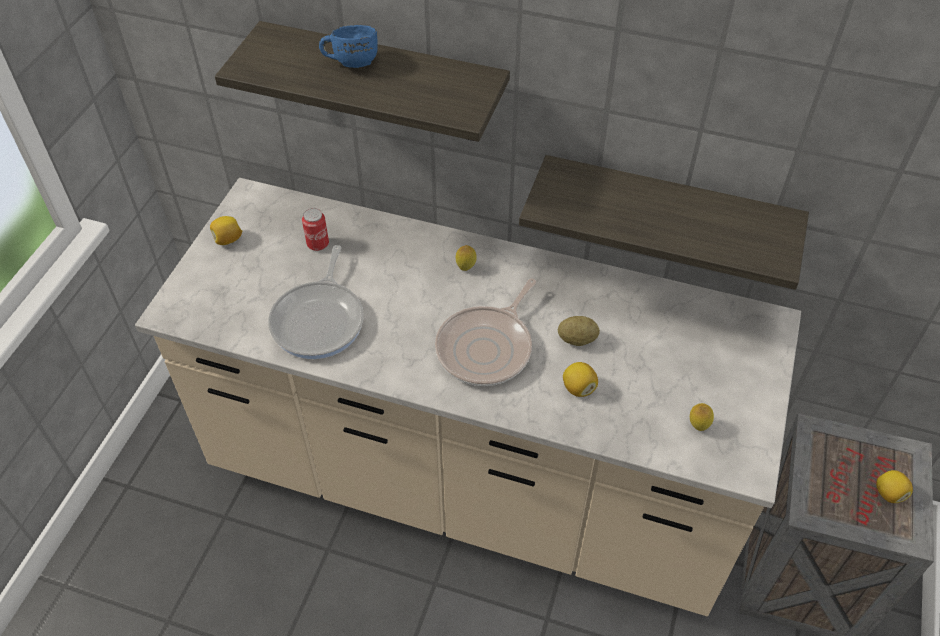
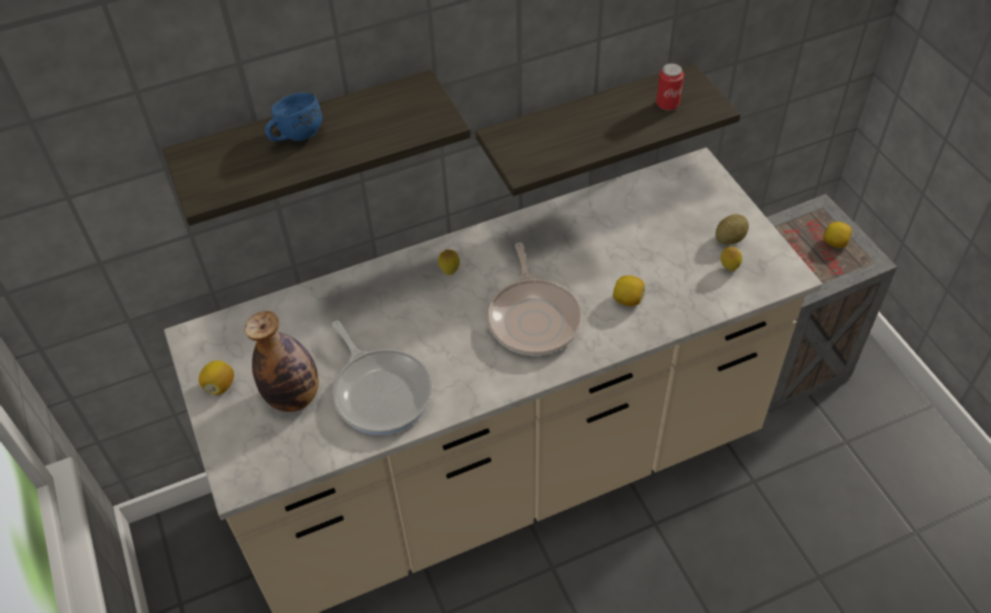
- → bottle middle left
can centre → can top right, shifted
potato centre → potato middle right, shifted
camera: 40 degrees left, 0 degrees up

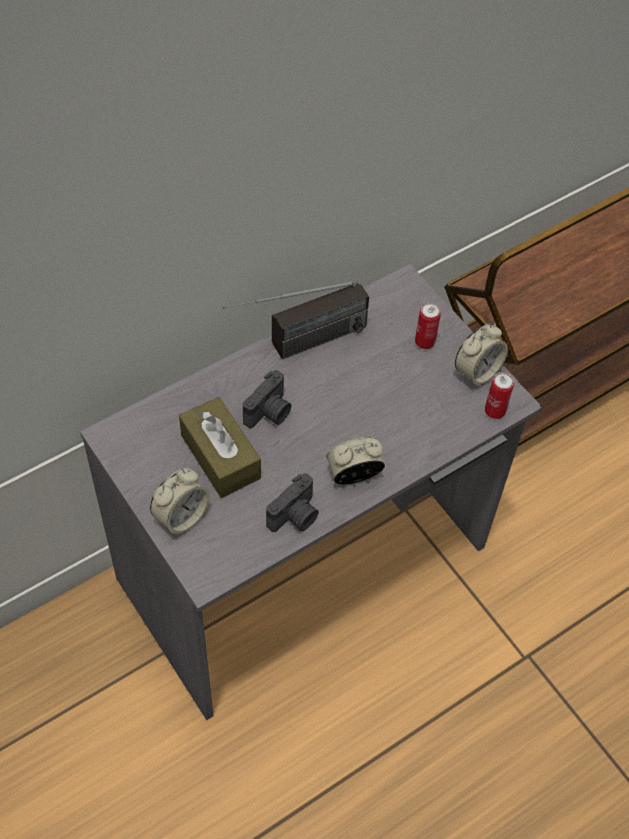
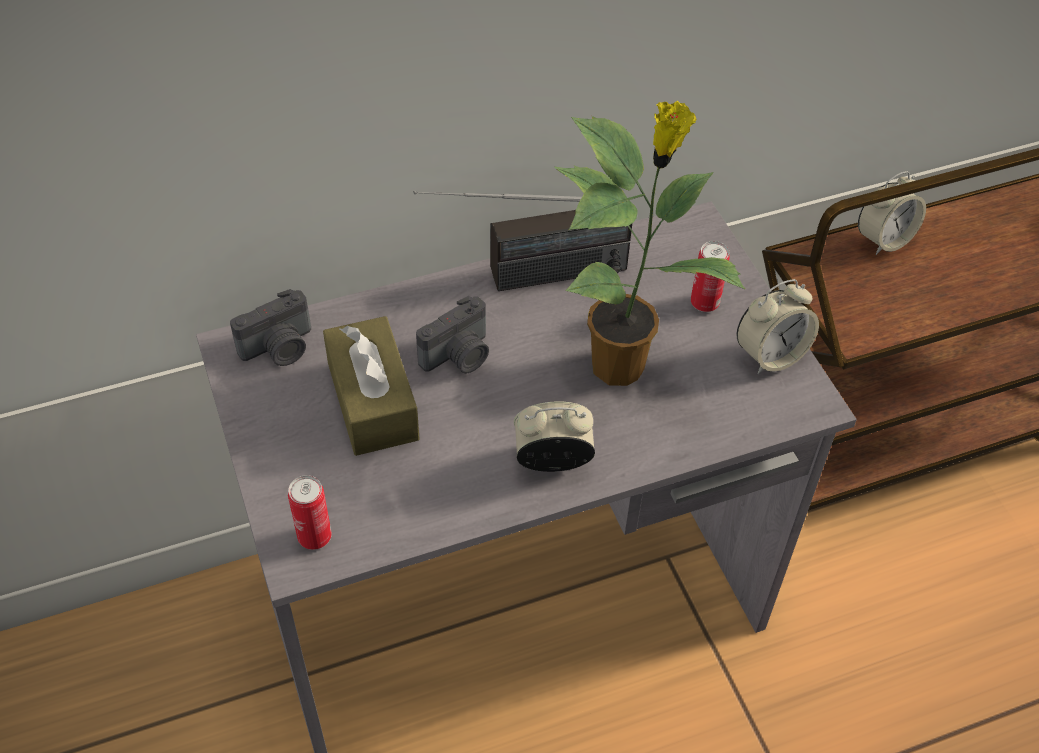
photo camera (no. 2 from left in the first image) centre → photo camera (no. 1 from left) middle left, shifted
can (no. 2 from left in the first image) middle right → can (no. 1 from left) bottom left, shifted
- → potted plant top centre
alarm clock (no. 1 from left in the first image) middle left → alarm clock (no. 3 from left) top right, shifted
camera: 15 degrees right, 5 degrees down

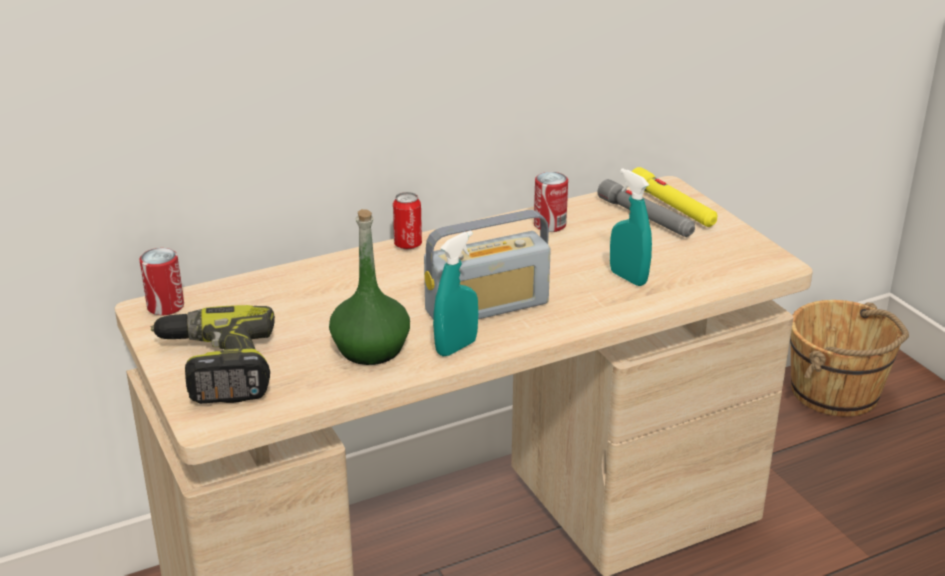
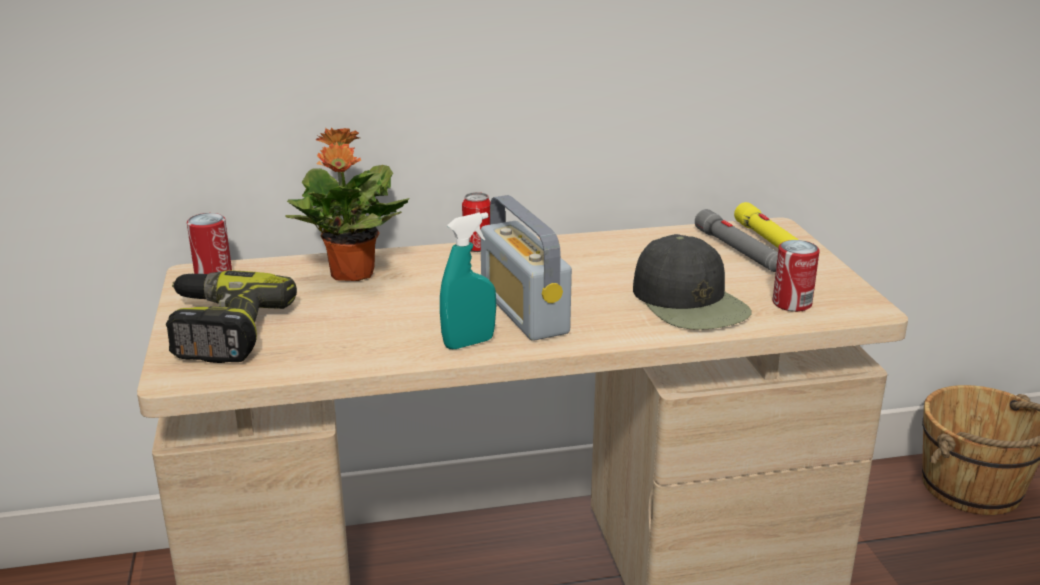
- → potted plant centre
radio centre, 75 degrees clockwise
spray bottle (turquoise) (no. 2 from left) middle right → cap (black) centre
can (no. 3 from left) centre → can (no. 3 from left) middle right, shifted
bottle (green) centre → -
camera: 15 degrees right, 5 degrees down

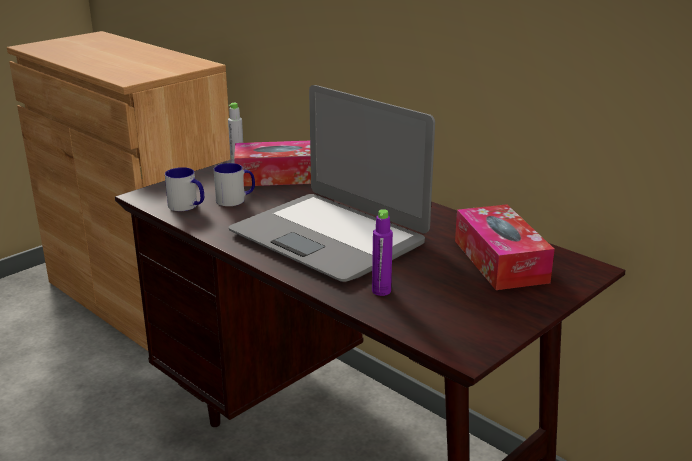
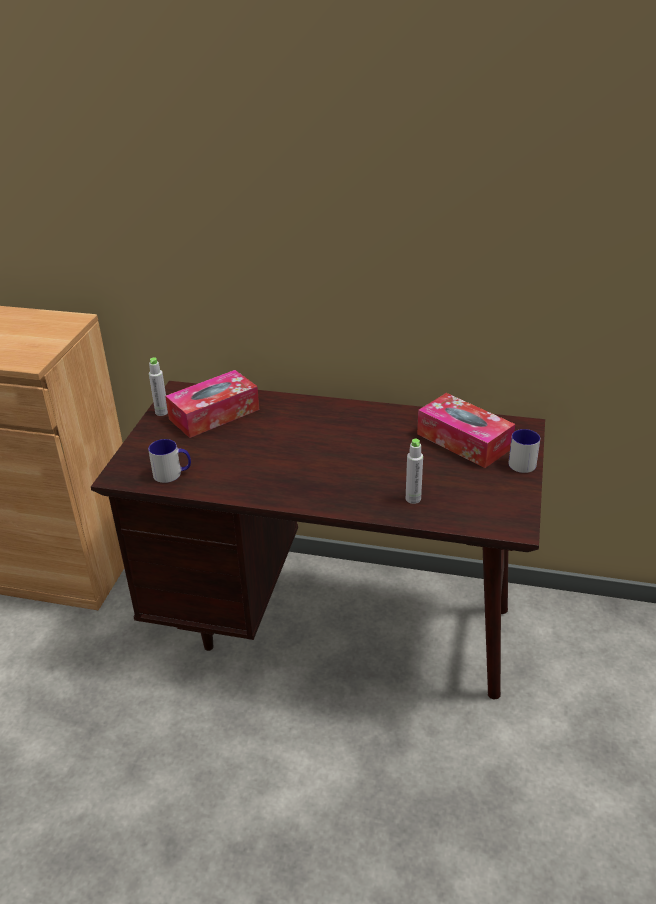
bottle (purple) centre → bottle (grey) (no. 2 from left) centre
mug (no. 2 from left) centre → mug (no. 2 from left) middle right, shifted
laptop centre → -
camera: 30 degrees left, 10 degrees up

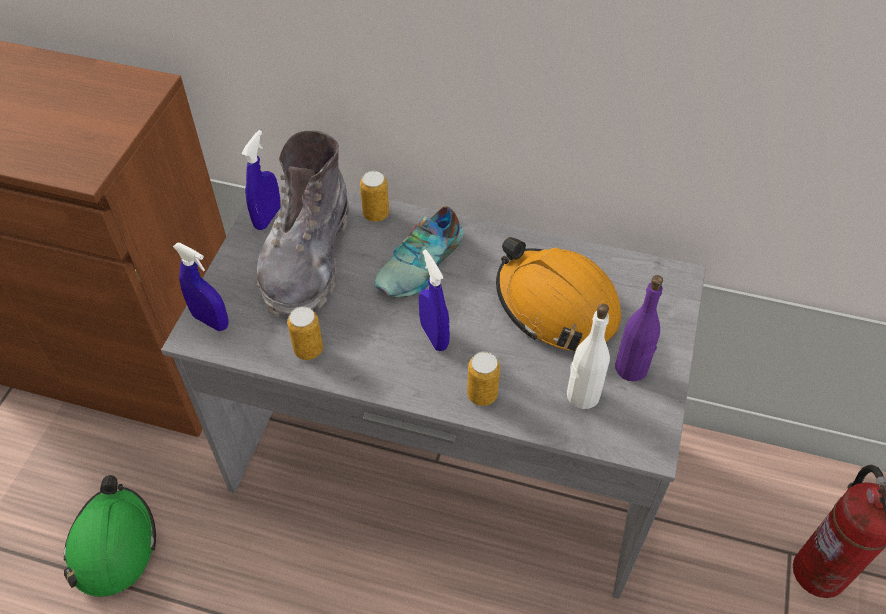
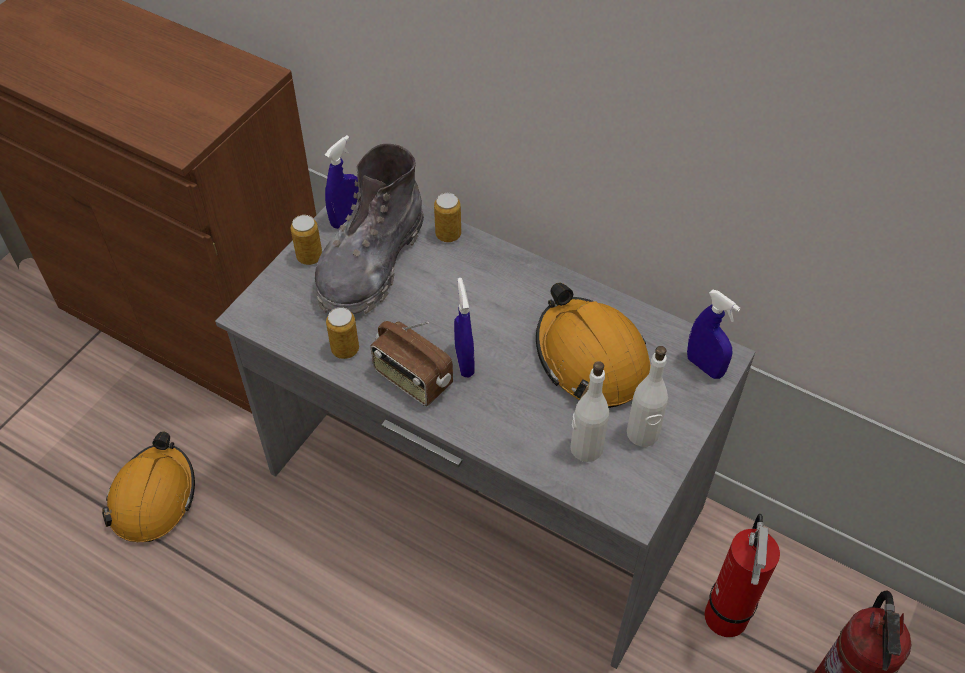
hard hat (green) bottom left → hard hat (orange) (no. 1 from left) bottom left
can (no. 3 from left in the first image) centre → can (no. 1 from left) middle left, shifted
- → radio centre
bottle (purple) middle right → bottle (white) (no. 2 from left) middle right
spray bottle (blue) (no. 1 from left in the first image) middle left → spray bottle (blue) (no. 3 from left) middle right, shifted
- → fire extinguisher (no. 1 from left) bottom right
shoe centre → -
camera: 15 degrees right, 0 degrees up

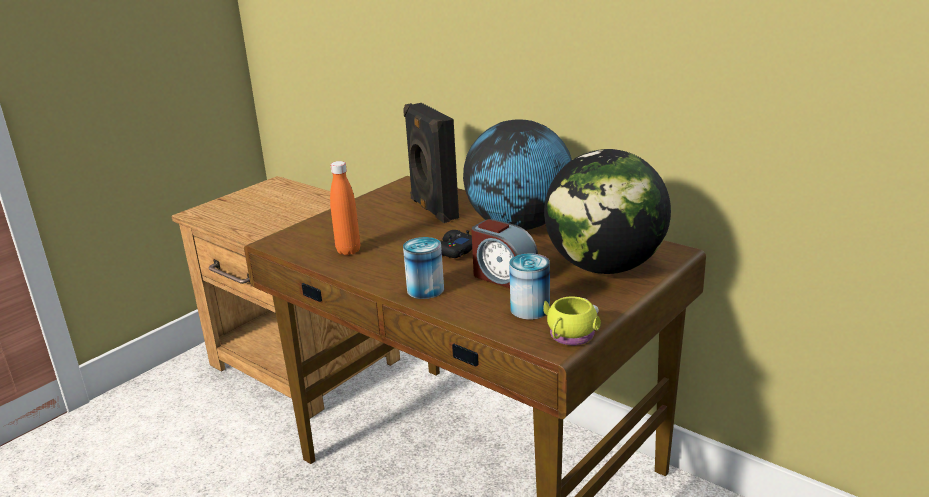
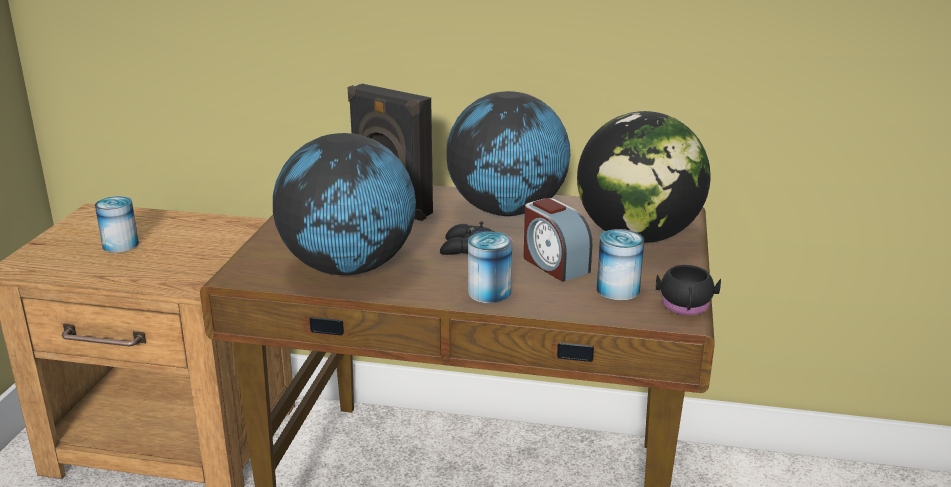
- → can (no. 1 from left) middle left
bottle (orange) centre → globe (no. 1 from left) centre
alarm clock centre, 45 degrees clockwise
mug (yellow) centre → mug (black) middle right
camera: 30 degrees left, 0 degrees up

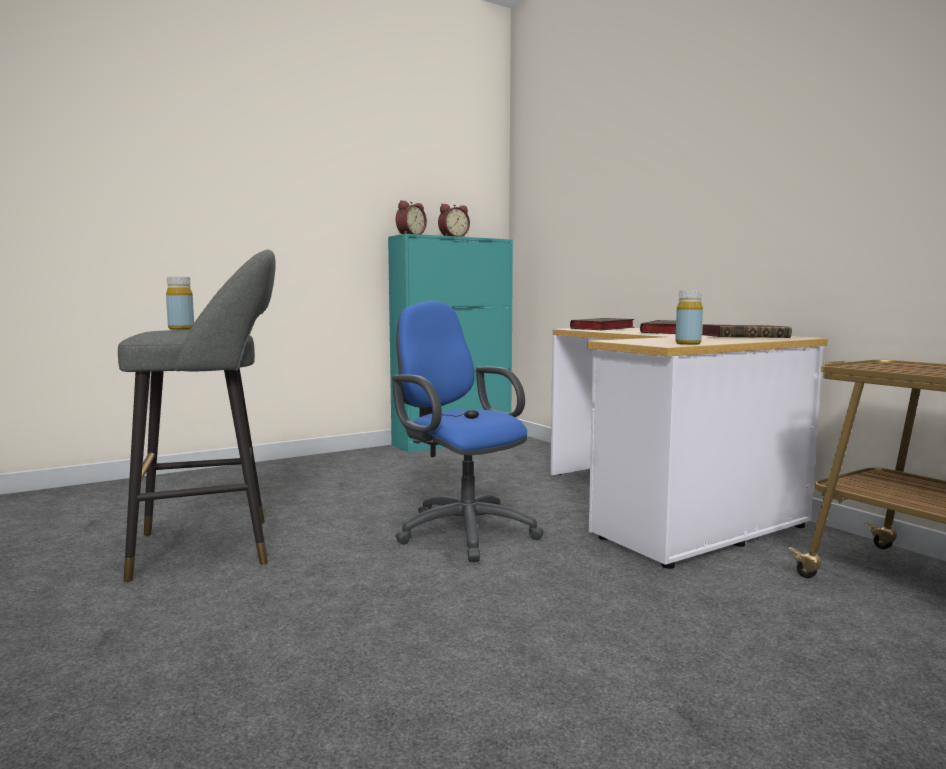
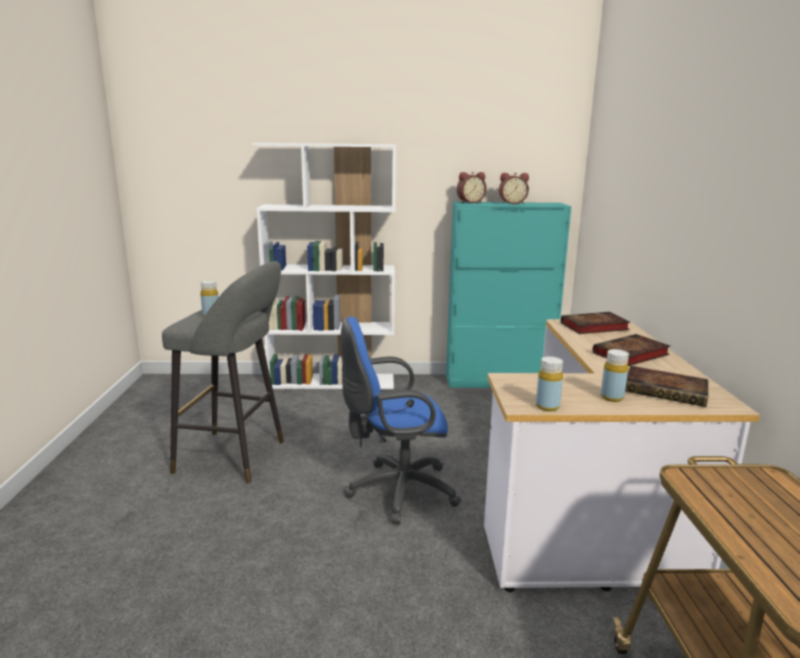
- → bookcase (white) centre
office chair (blue) centre, 90 degrees counterclockwise
- → bottle (yellow) (no. 3 from left) middle right
camera: 30 degrees right, 10 degrees up

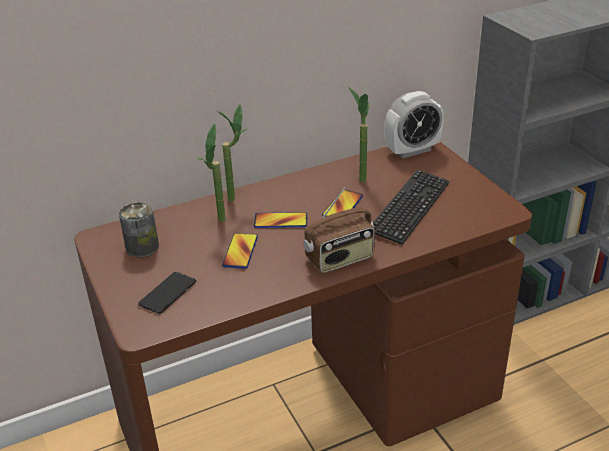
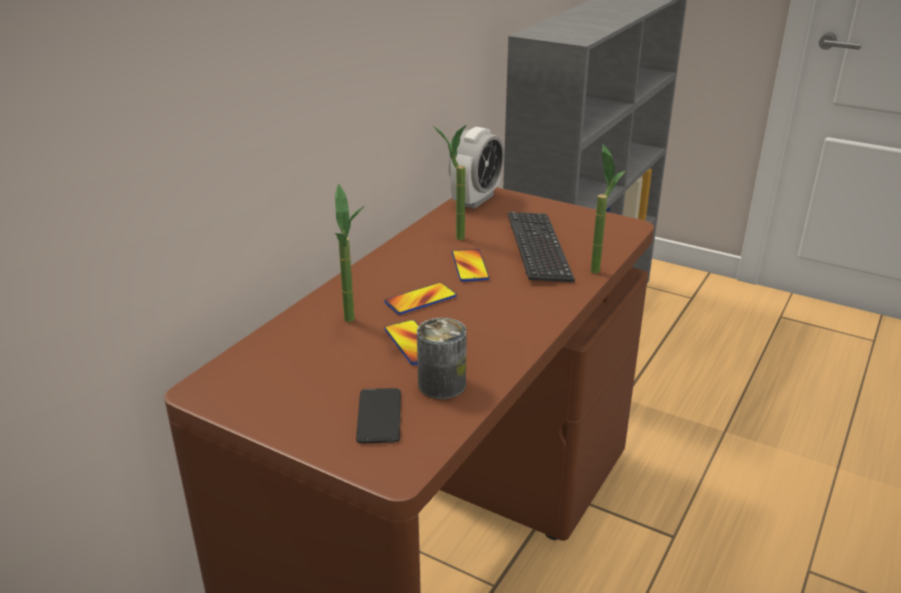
can middle left → can centre, shifted
potted plant (no. 2 from left in the first image) centre → potted plant (no. 3 from left) middle right, shifted
radio centre → -
camera: 35 degrees left, 5 degrees down

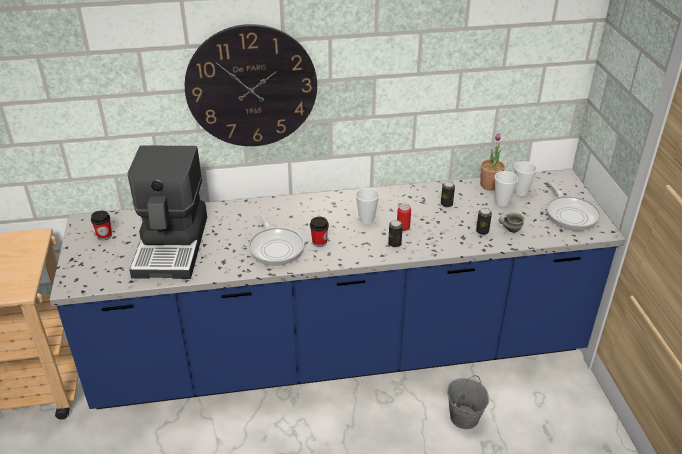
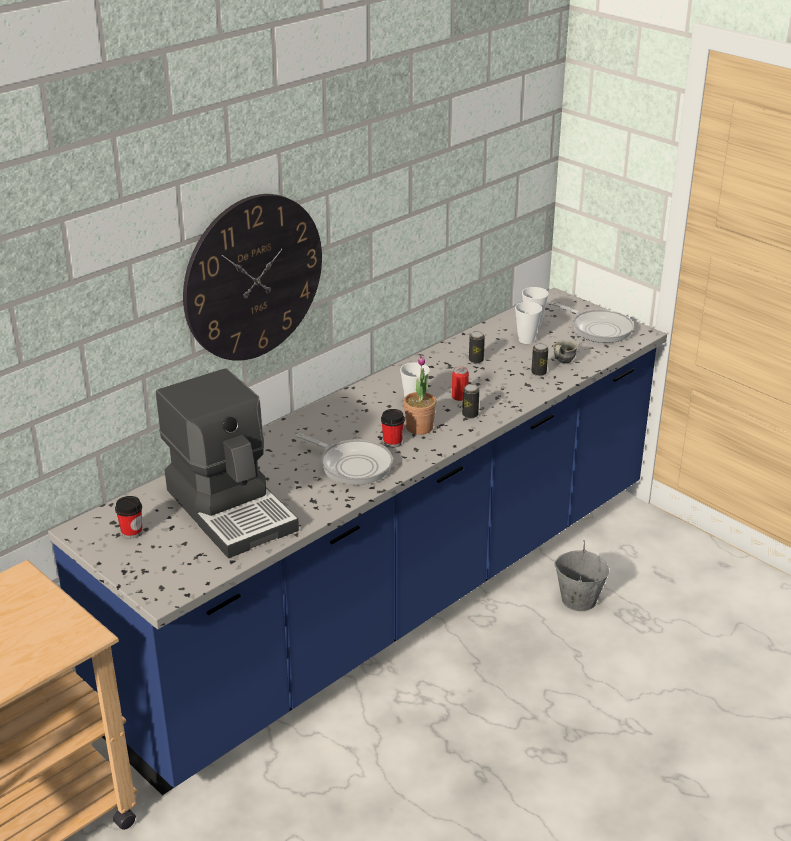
potted plant middle right → potted plant centre, shifted
camera: 35 degrees left, 5 degrees down

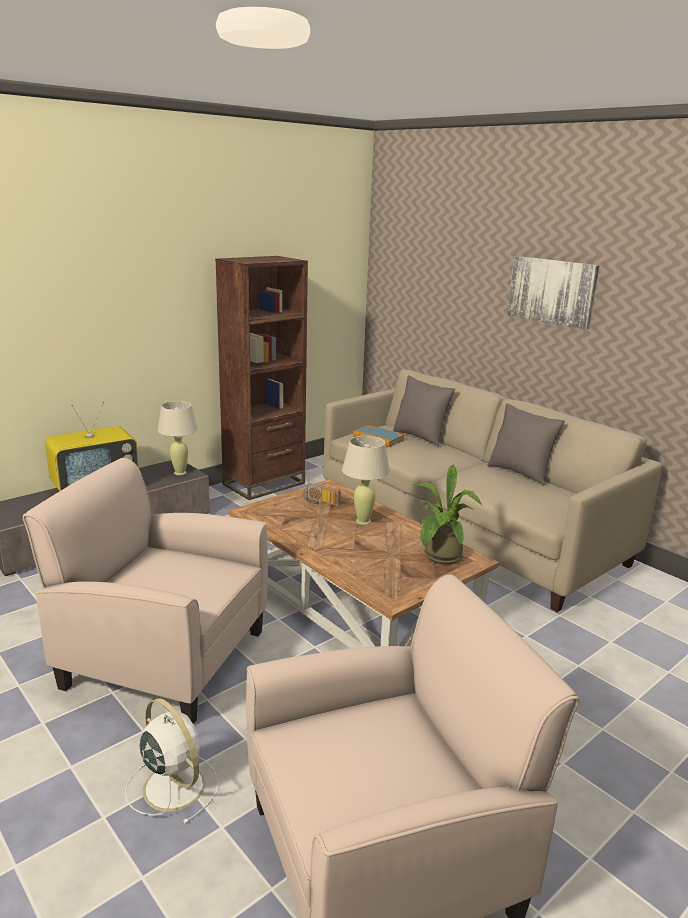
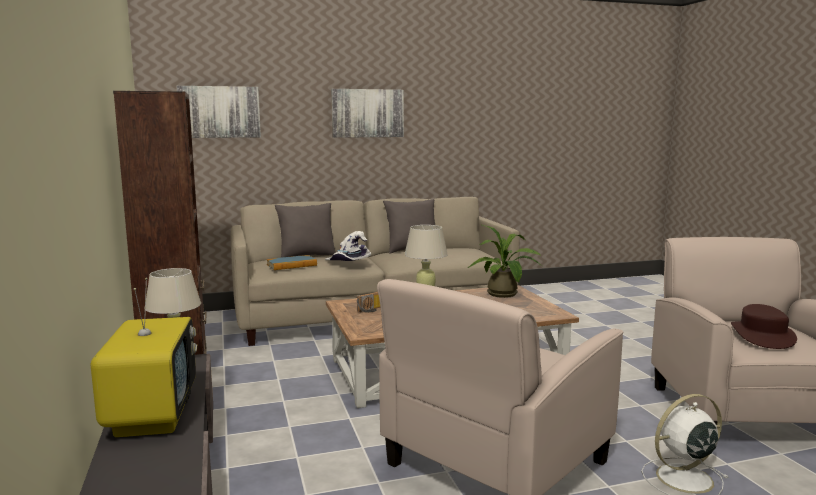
- → picture (no. 1 from left) top left
- → hat (white) centre
- → hat (brown) middle right
camera: 65 degrees left, 10 degrees down

